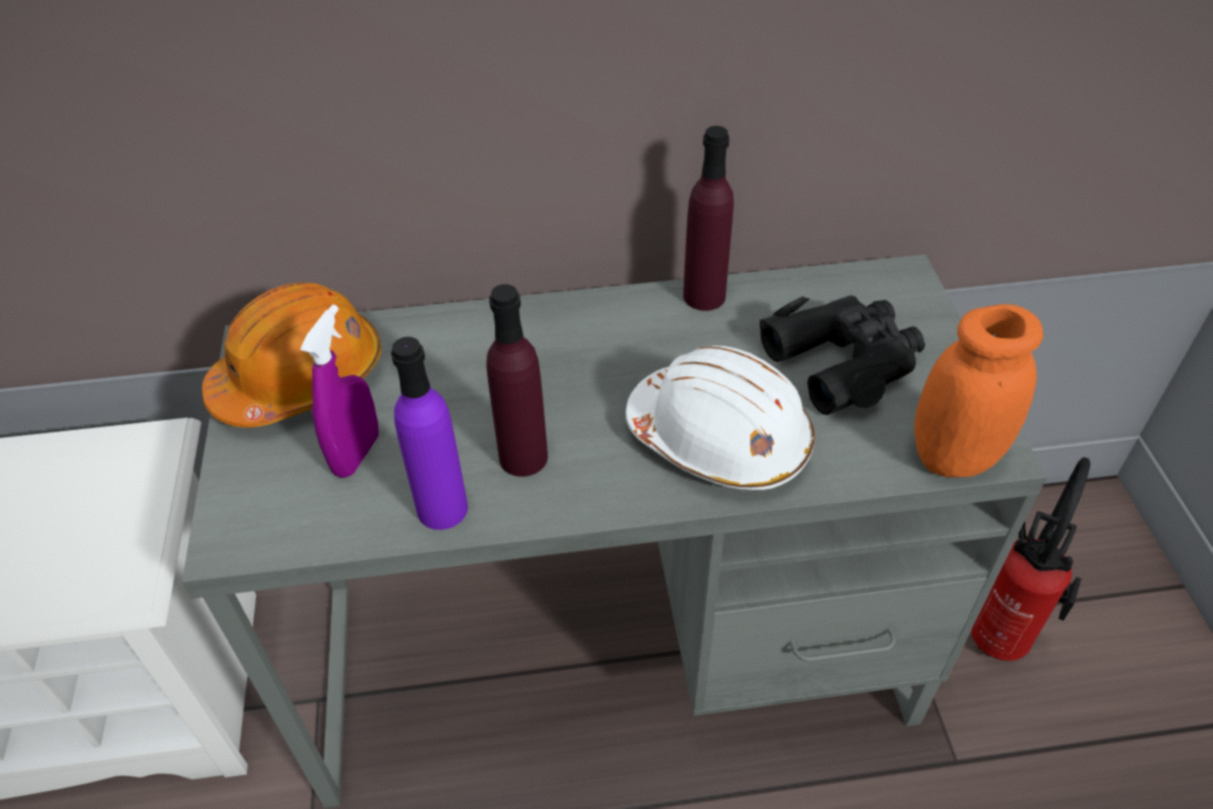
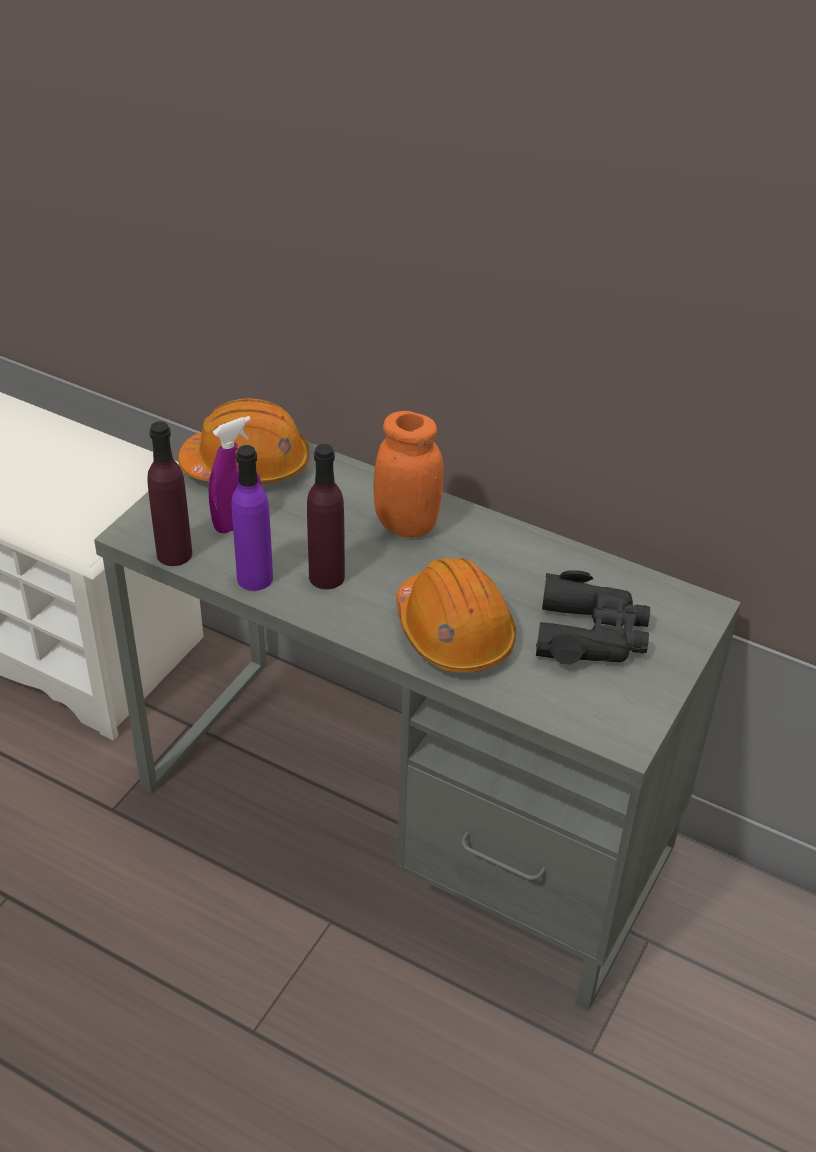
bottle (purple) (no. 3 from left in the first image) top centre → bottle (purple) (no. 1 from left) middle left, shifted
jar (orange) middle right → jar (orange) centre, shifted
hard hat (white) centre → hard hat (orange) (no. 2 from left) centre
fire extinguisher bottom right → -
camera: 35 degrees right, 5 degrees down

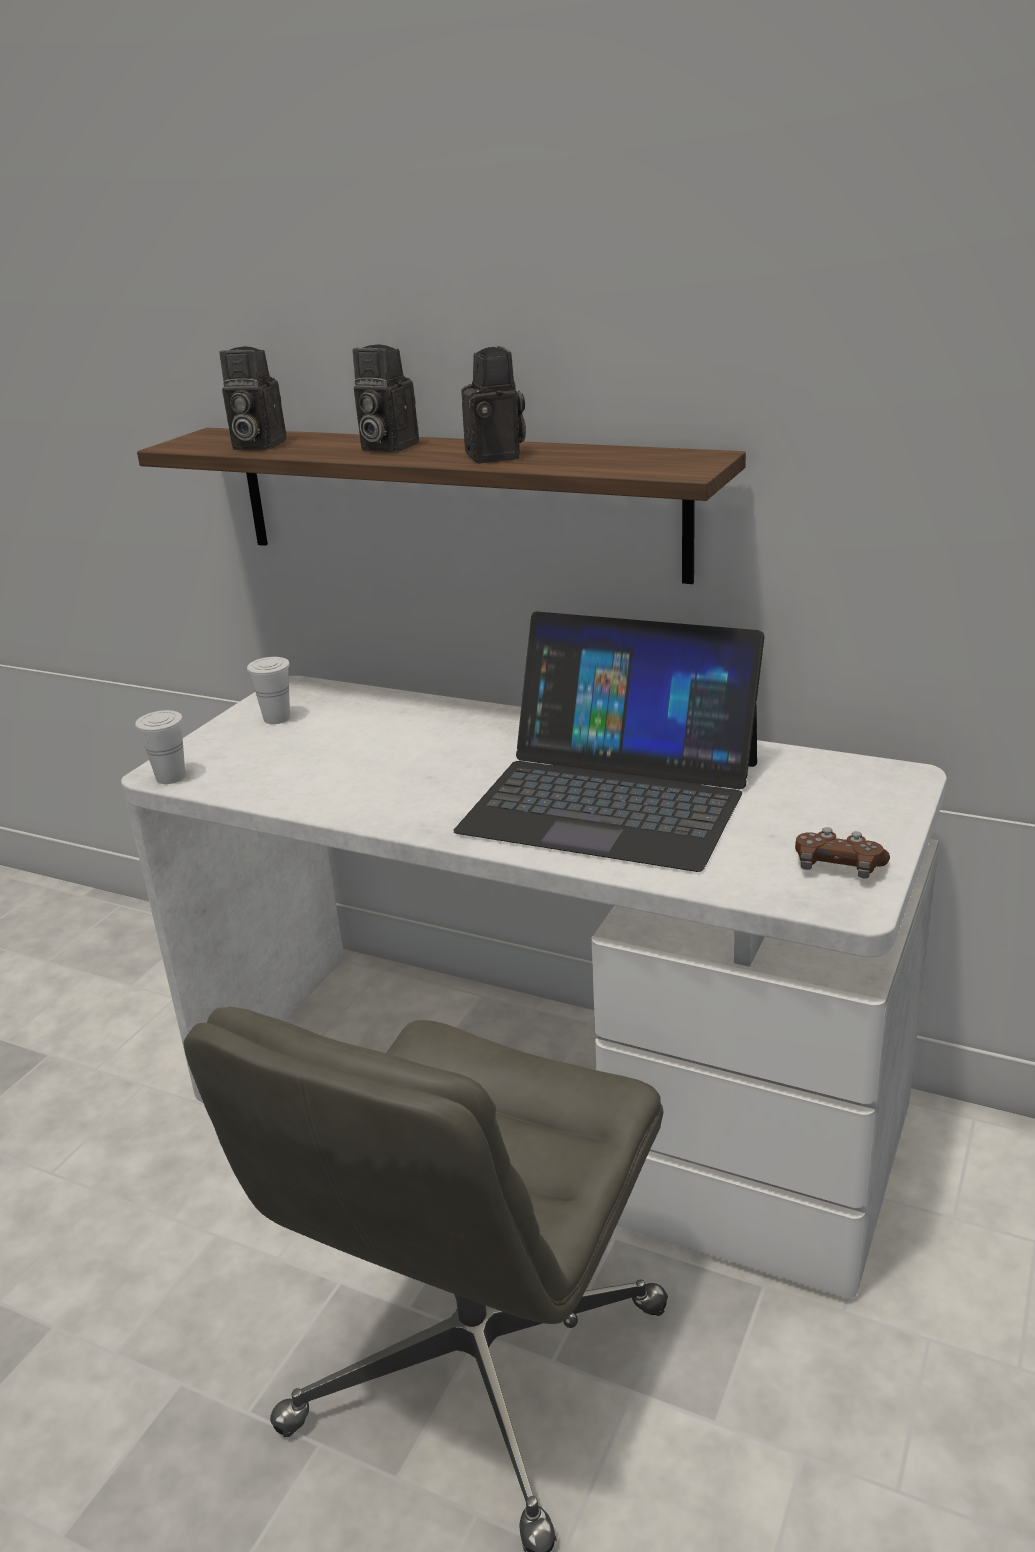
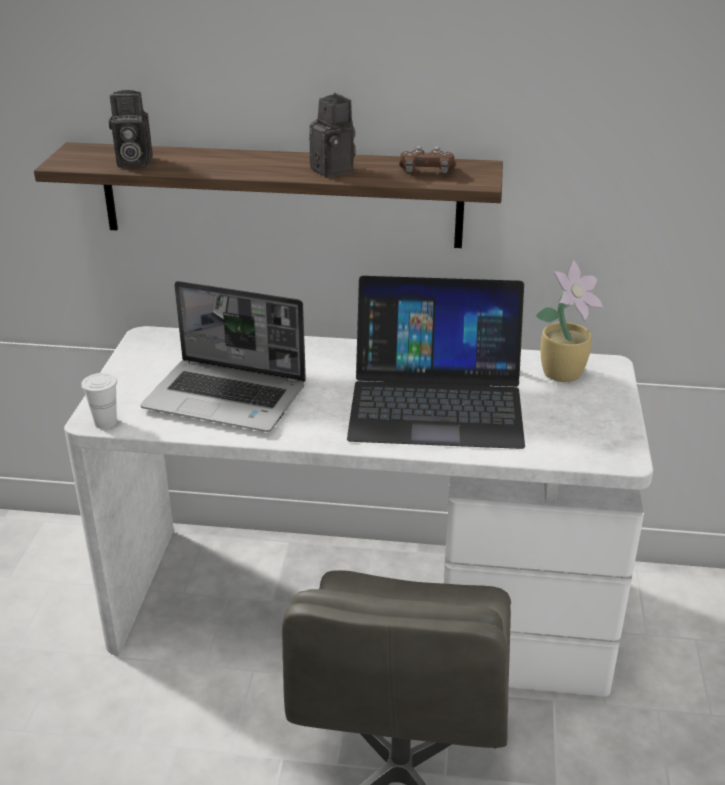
- → laptop (no. 1 from left) middle left
game controller (brown) middle right → game controller (brown) top centre, shifted
- → potted plant middle right
cup (white) (no. 2 from left) middle left → -
photo camera (no. 2 from left) top centre → -
camera: 20 degrees left, 5 degrees up

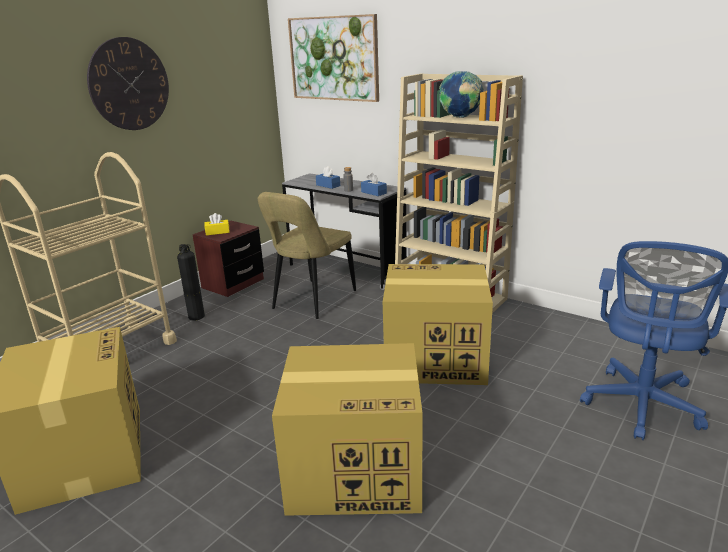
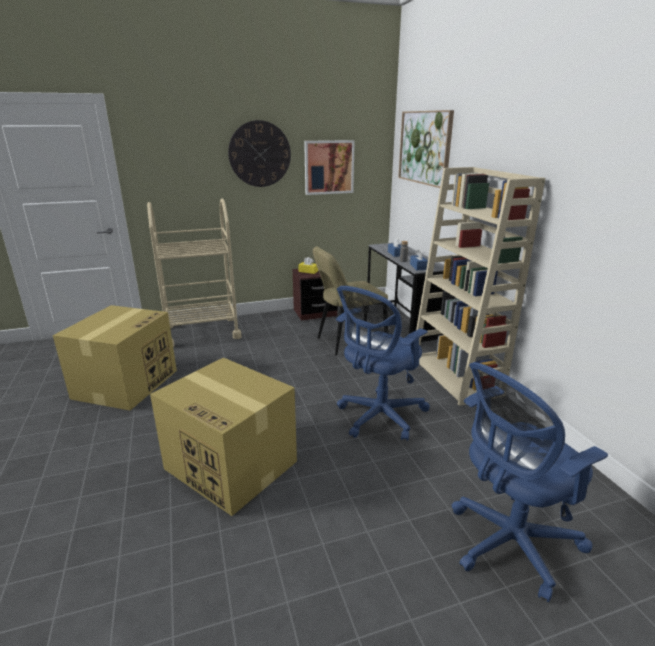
- → picture (no. 1 from left) top centre
cardboard box (no. 3 from left) centre → office chair (blue) (no. 1 from left) centre
fire extinguisher middle left → -
globe top centre → -
camera: 35 degrees right, 0 degrees up

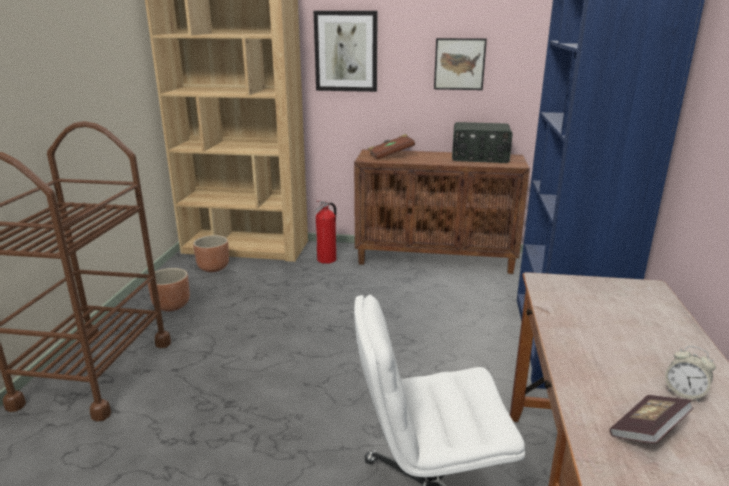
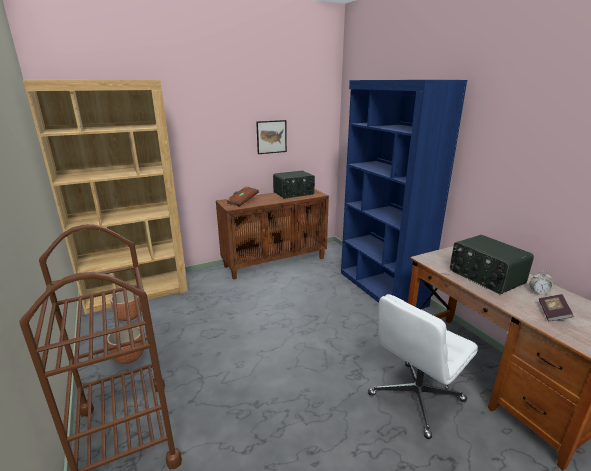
- → radio (no. 2 from left) middle right
picture (no. 1 from left) top centre → -
fire extinguisher centre → -
camera: 35 degrees left, 0 degrees up

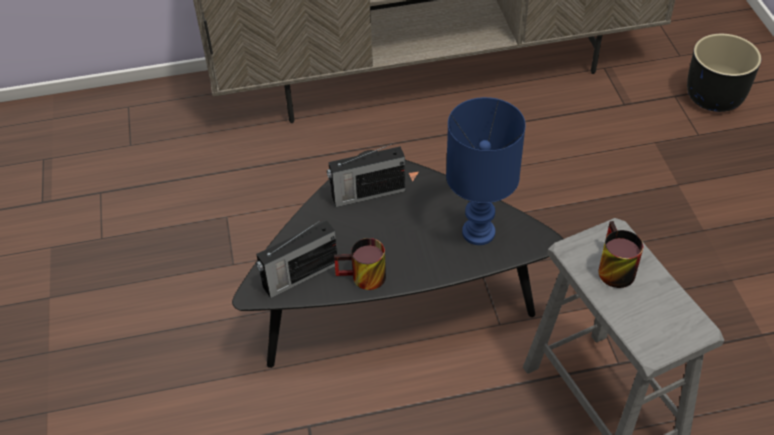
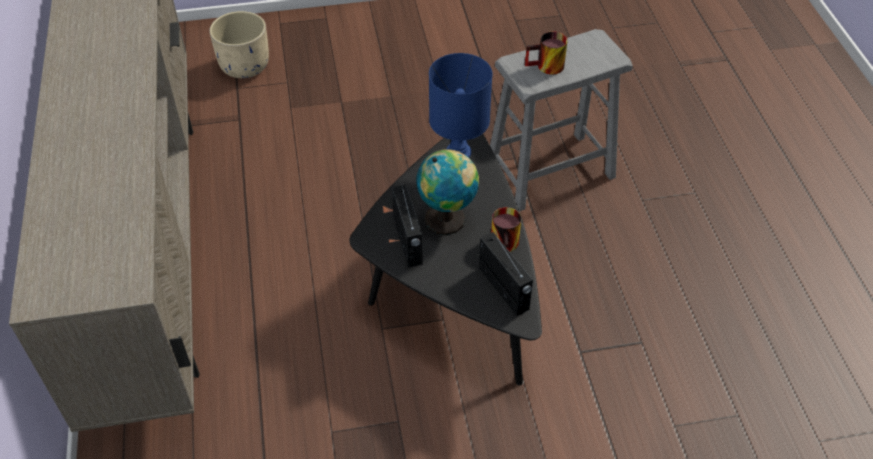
planter (black) top right → planter (beige) top left
- → globe centre
camera: 90 degrees left, 0 degrees up

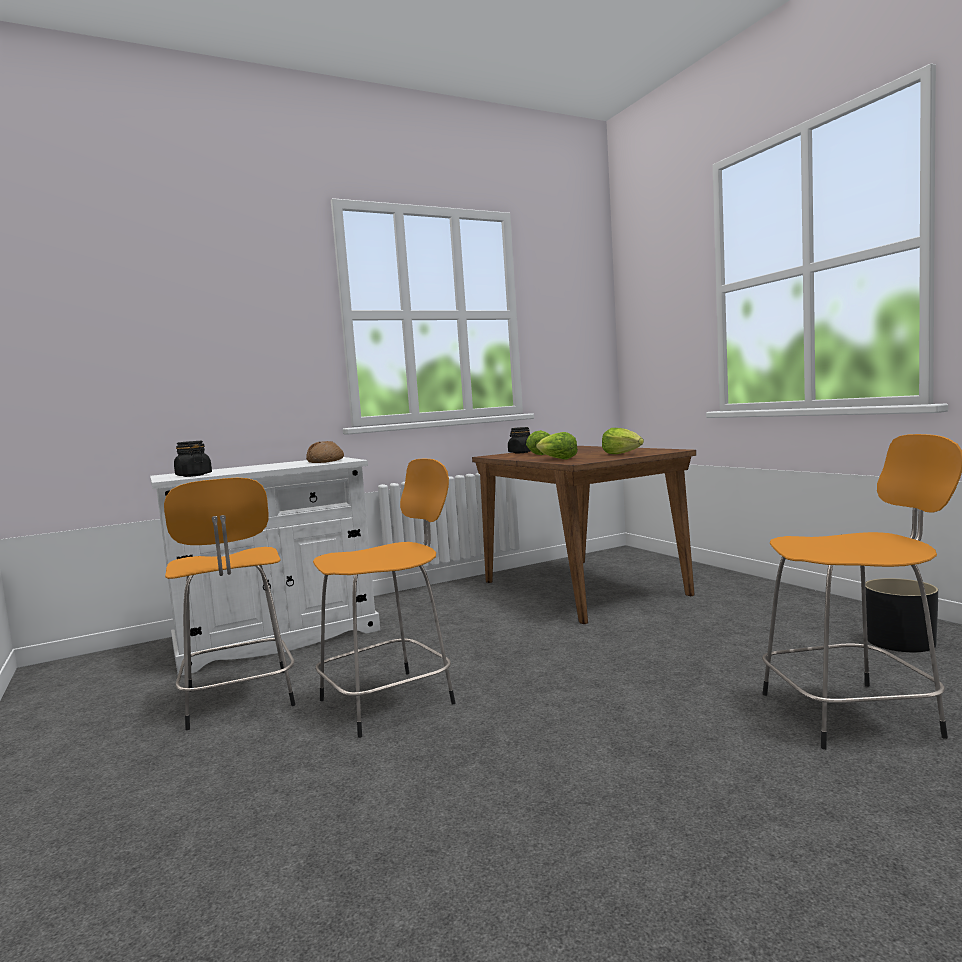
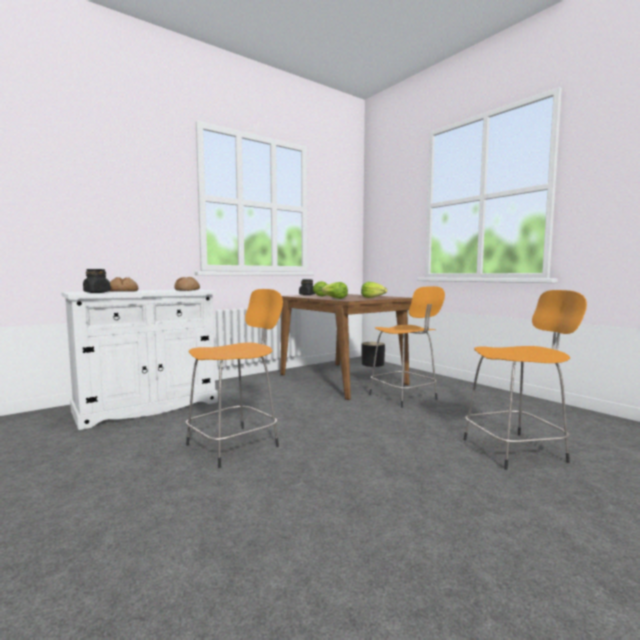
- → bread (no. 1 from left) middle left
planter (black) middle right → planter (black) centre, shifted
stool (orange) (no. 1 from left in the first image) middle left → stool (orange) (no. 2 from left) centre, shifted
camera: 10 degrees left, 0 degrees up

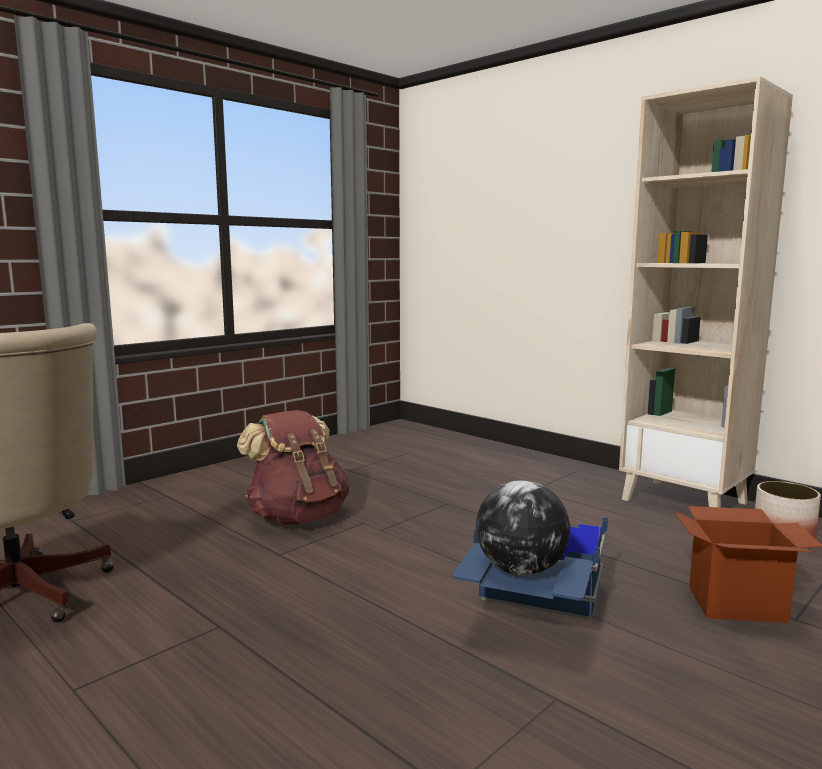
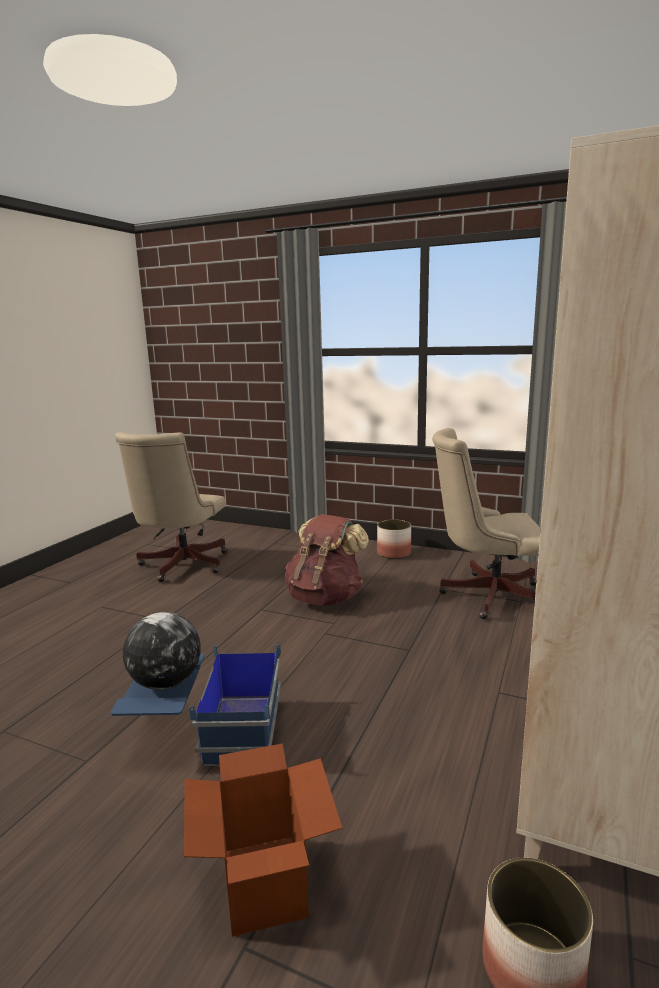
- → planter (no. 1 from left) centre
- → office chair (beige) (no. 2 from left) middle right
camera: 70 degrees right, 5 degrees up

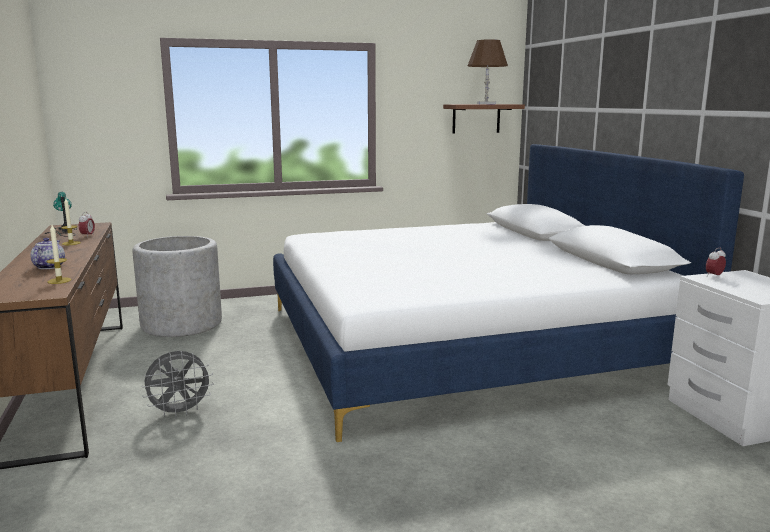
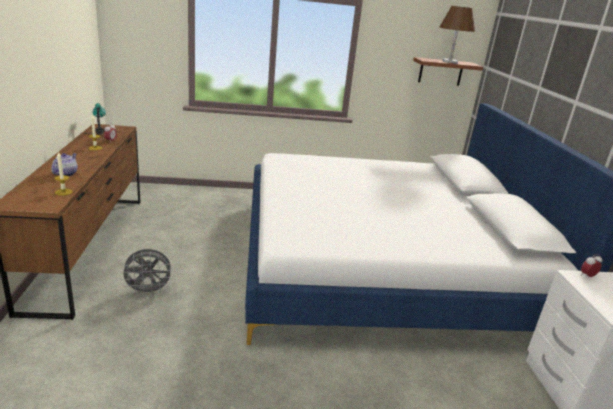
planter (grey) middle left → -
camera: 10 degrees right, 10 degrees up

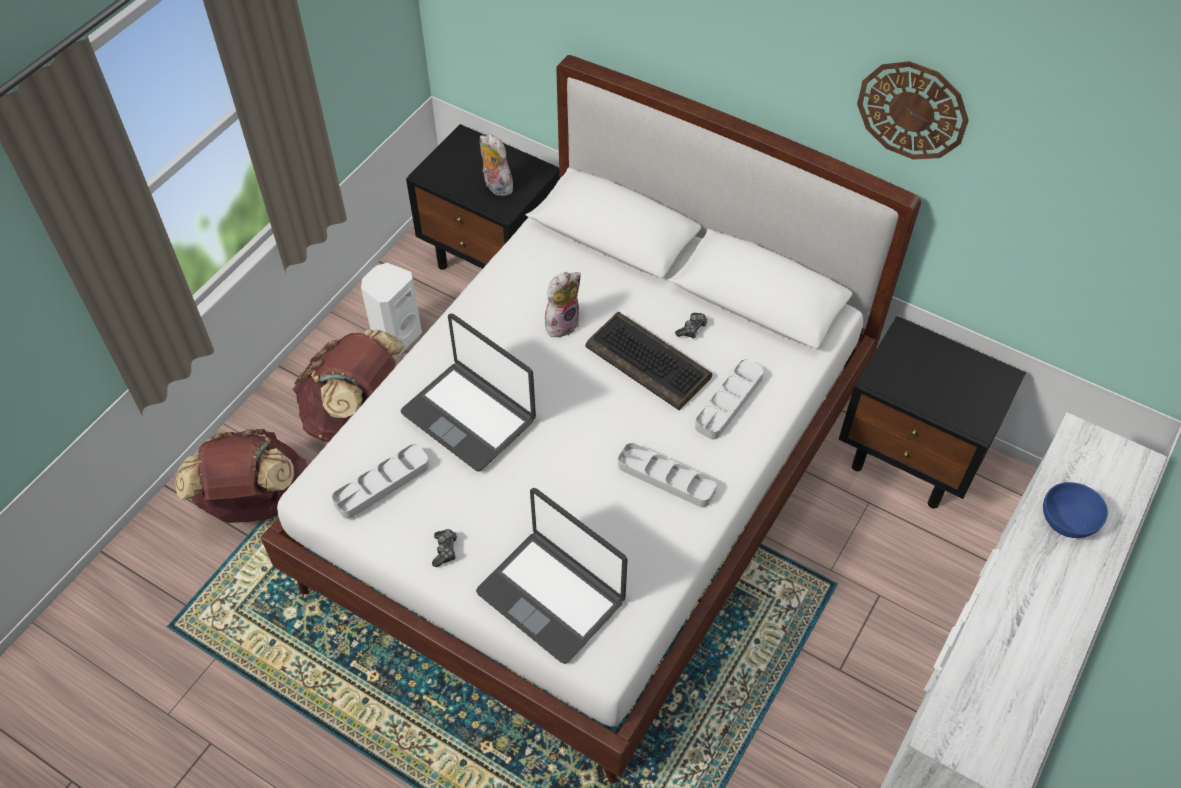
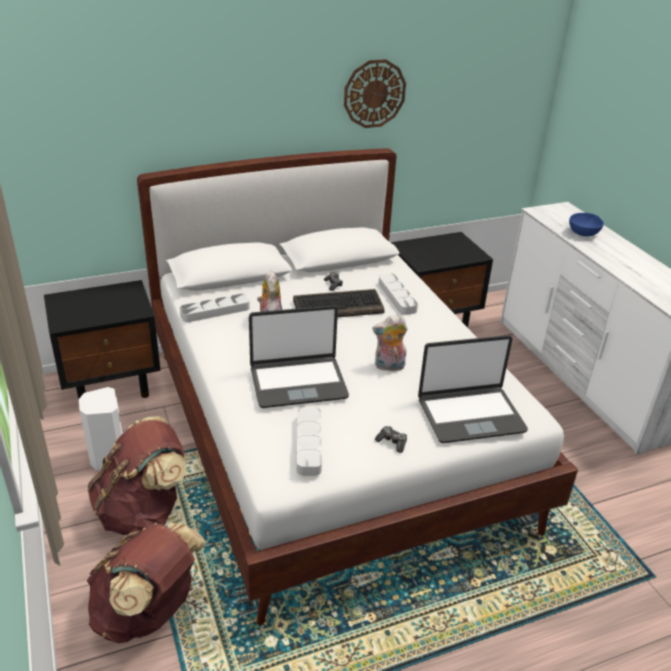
tray (grey) (no. 2 from left in the first image) centre → tray (grey) (no. 1 from left) middle left, shifted
plush toy (no. 1 from left in the first image) top centre → plush toy (no. 2 from left) centre, shifted
camera: 55 degrees left, 20 degrees down

